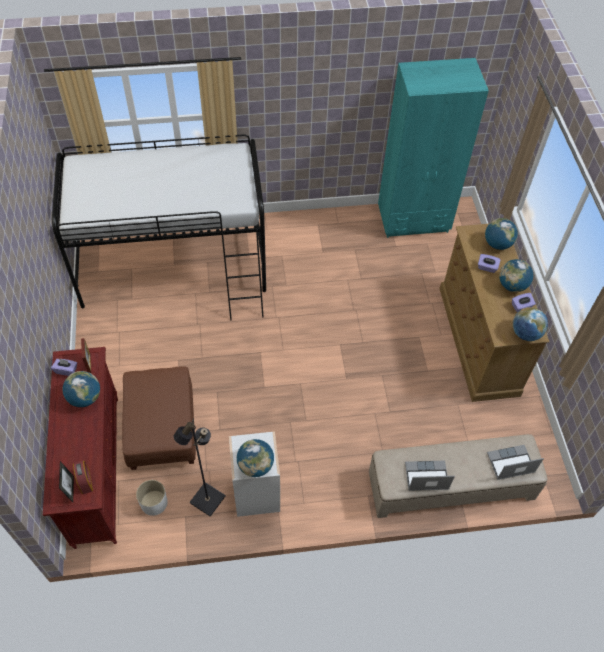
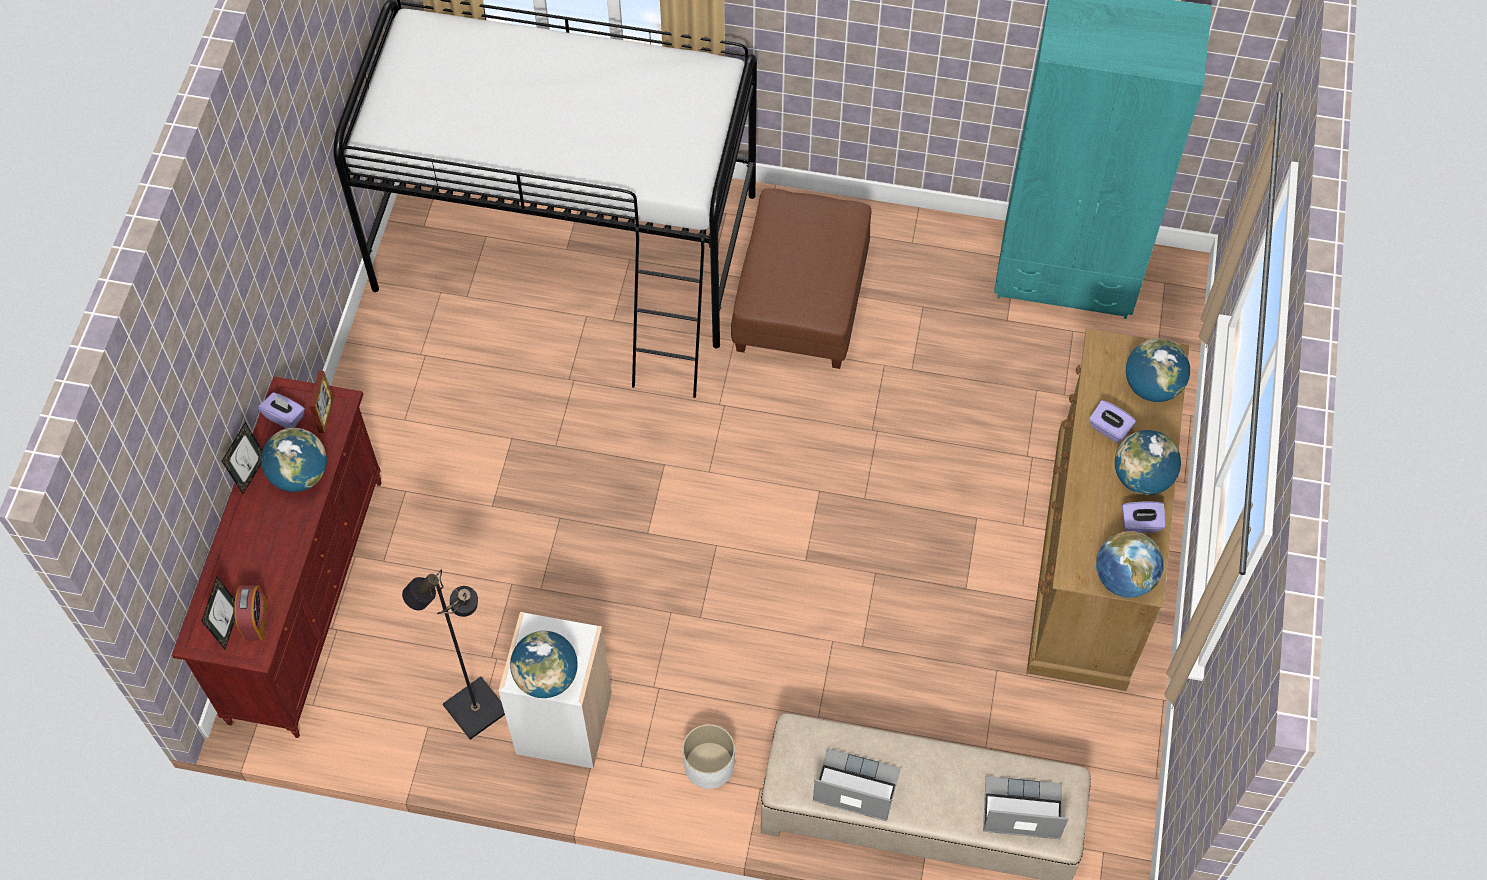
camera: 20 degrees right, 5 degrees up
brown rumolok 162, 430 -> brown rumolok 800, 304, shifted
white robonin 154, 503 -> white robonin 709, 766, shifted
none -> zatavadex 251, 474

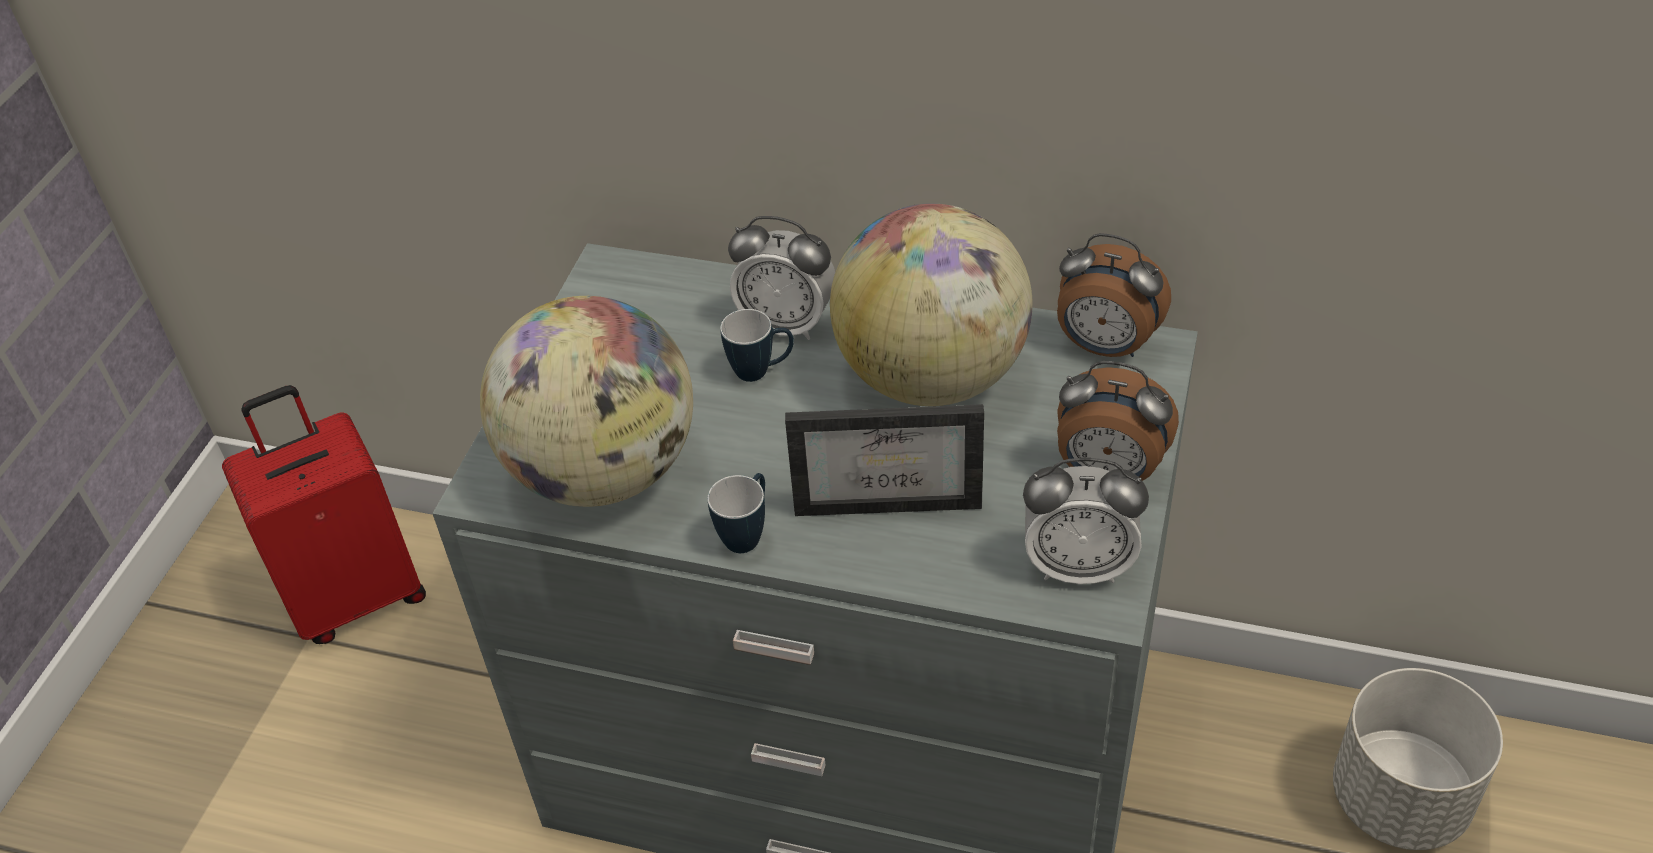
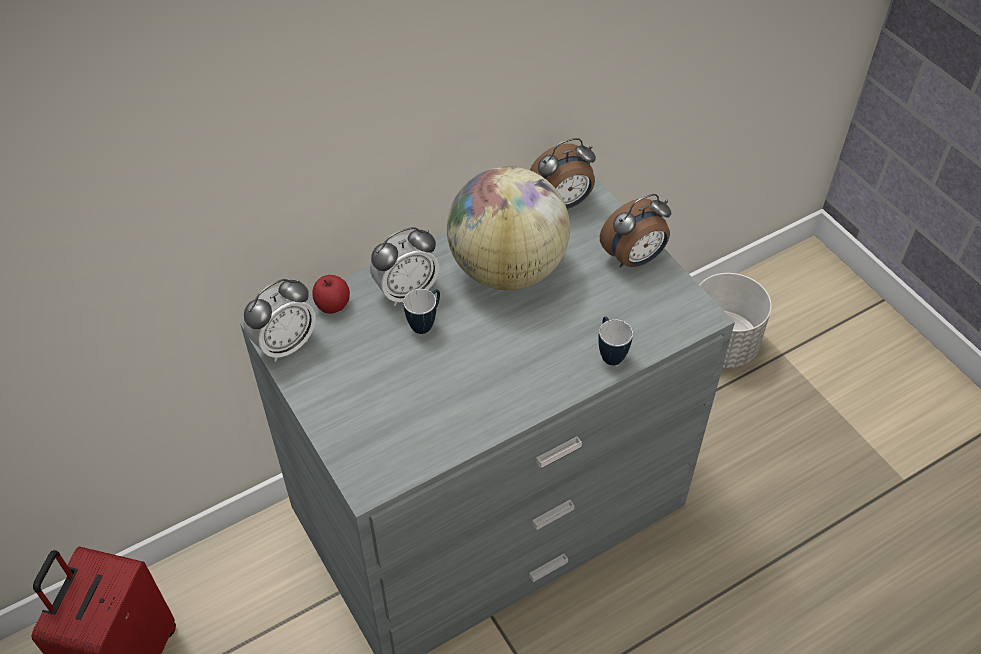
camera: 50 degrees left, 5 degrees up
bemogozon 604, 472 -> none
zatavadex 891, 494 -> none
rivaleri 1078, 566 -> rivaleri 285, 344, shifted
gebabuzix 747, 534 -> gebabuzix 609, 353, shifted
none -> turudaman 332, 305

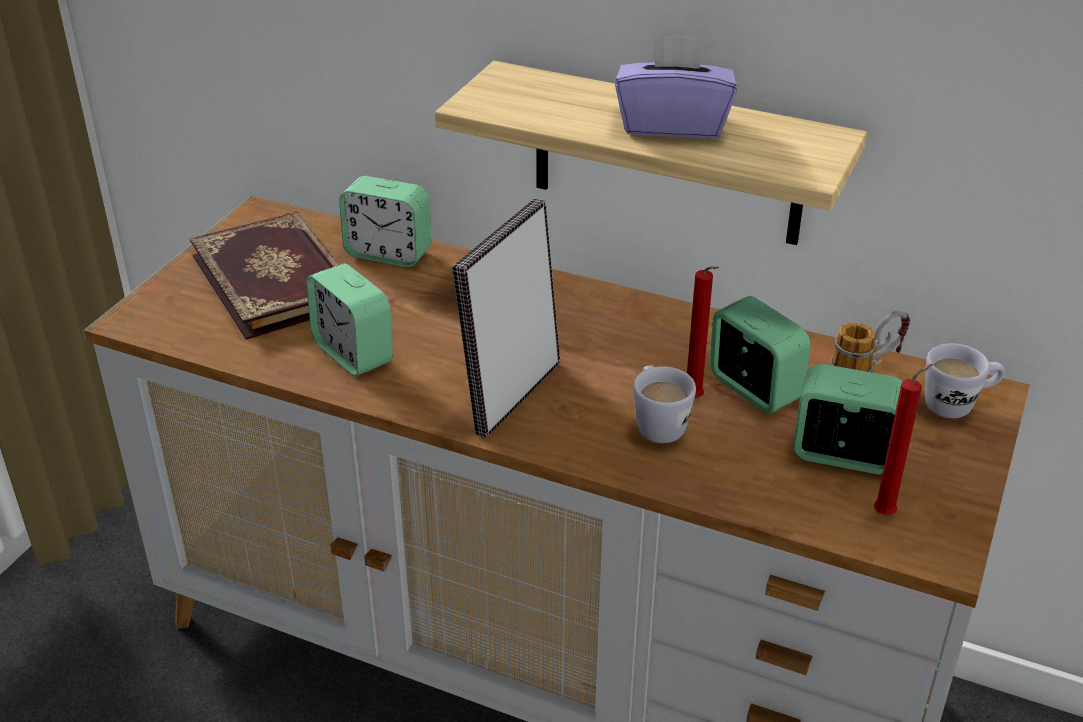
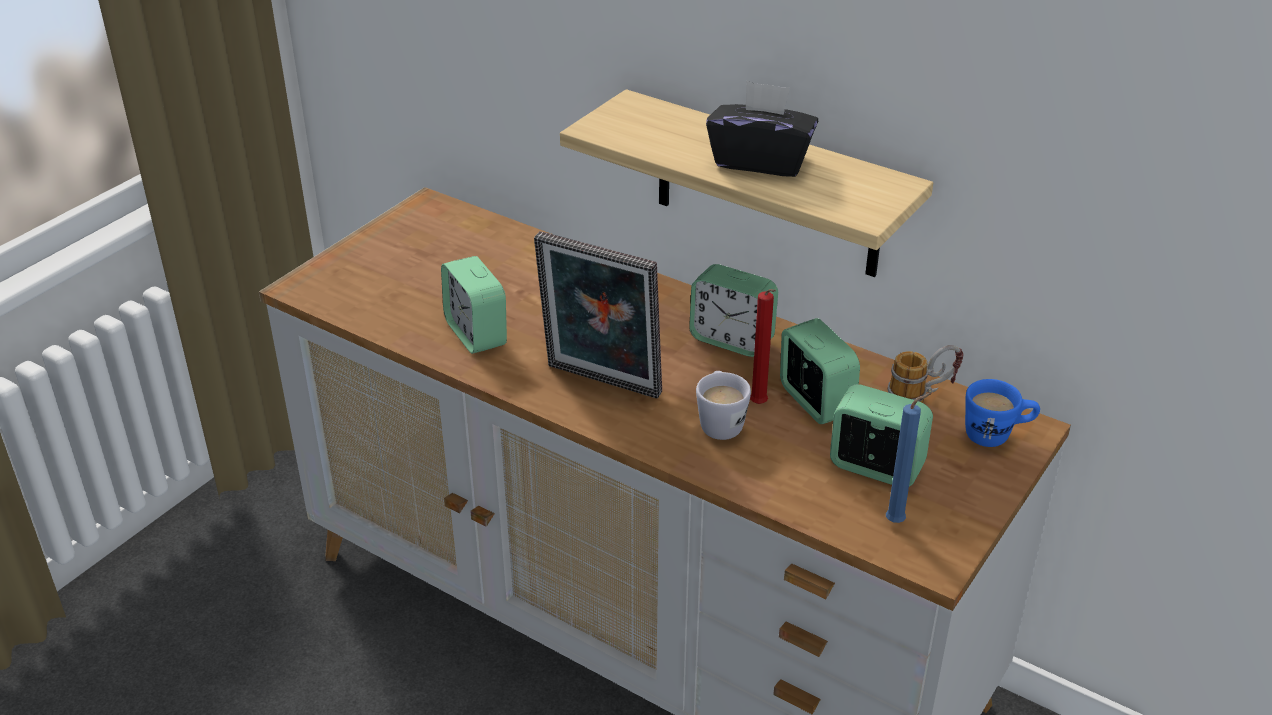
camera: 10 degrees right, 0 degrees up
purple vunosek 673, 124 -> black vunosek 761, 161
rivaleri 388, 253 -> rivaleri 732, 339, shifted
zatavadex 511, 394 -> zatavadex 600, 383, 105 degrees counterclockwise
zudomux 278, 279 -> none
white gebabuzix 958, 405 -> blue gebabuzix 996, 435
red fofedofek 887, 513 -> blue fofedofek 898, 521

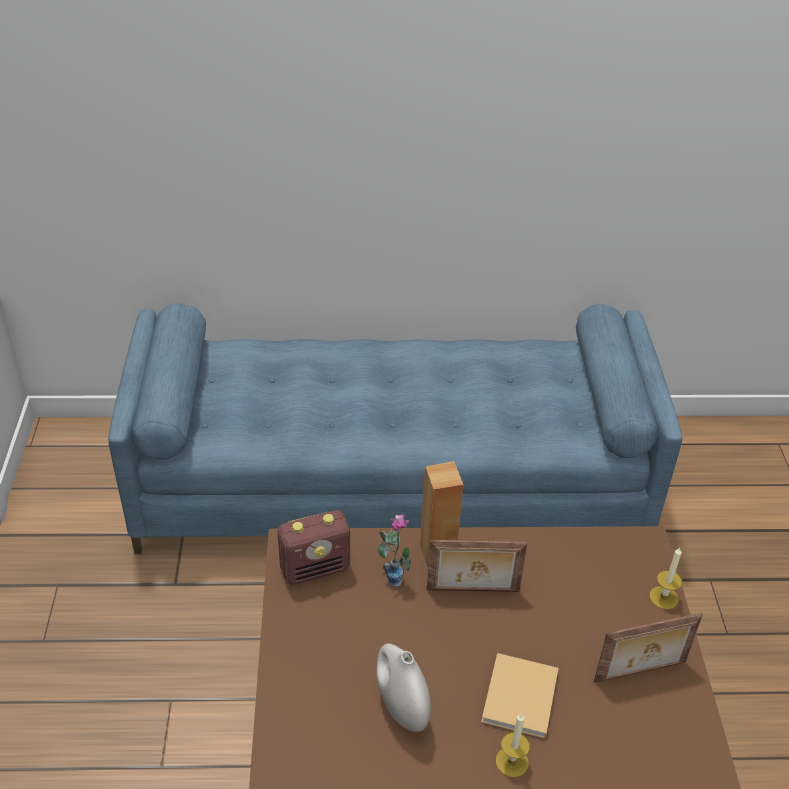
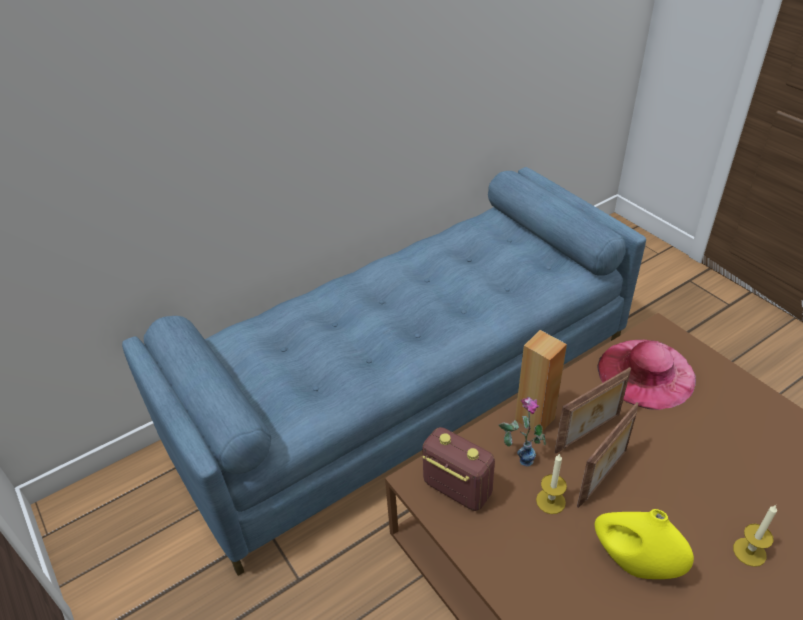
camera: 30 degrees left, 0 degrees up
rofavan 316, 568 -> rofavan 456, 488, 90 degrees counterclockwise
fofedofek 663, 597 -> fofedofek 550, 501, shifted
zatavadex 640, 673 -> zatavadex 603, 478, shifted
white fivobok 401, 708 -> yellow fivobok 634, 564
beige zudomux 519, 699 -> none
none -> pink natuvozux 646, 373

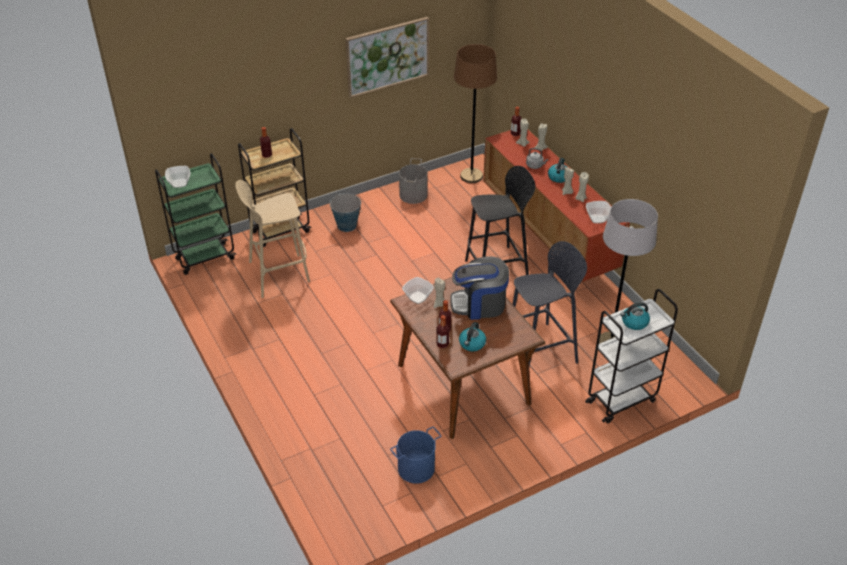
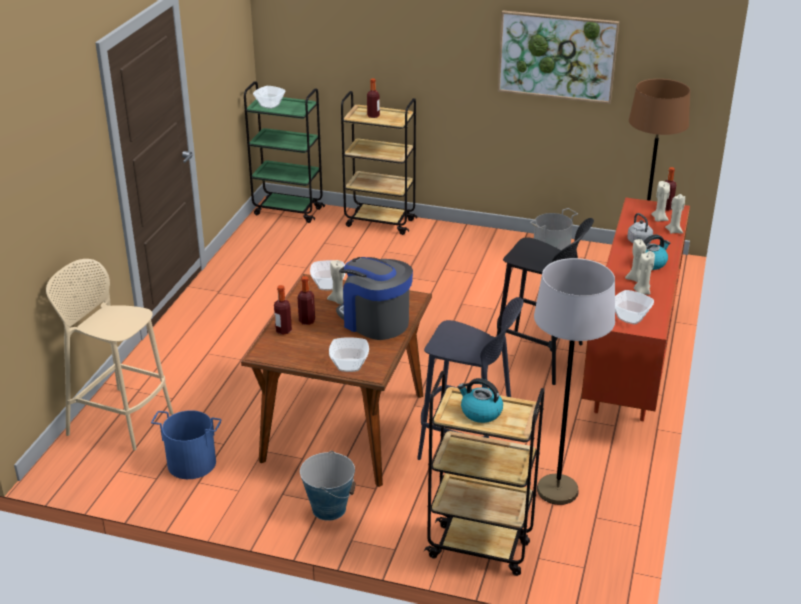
camera: 45 degrees right, 10 degrees down
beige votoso 278, 274 -> beige votoso 121, 420, shifted
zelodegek 346, 225 -> zelodegek 329, 508, shifted
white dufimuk 621, 403 -> brown dufimuk 477, 550
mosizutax 472, 344 -> none
none -> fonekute 350, 365

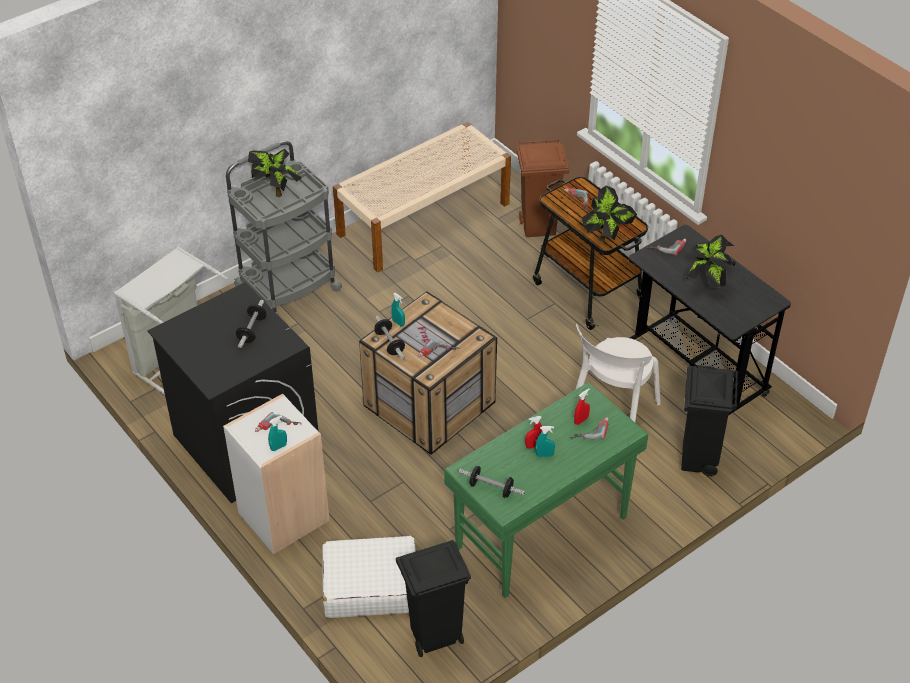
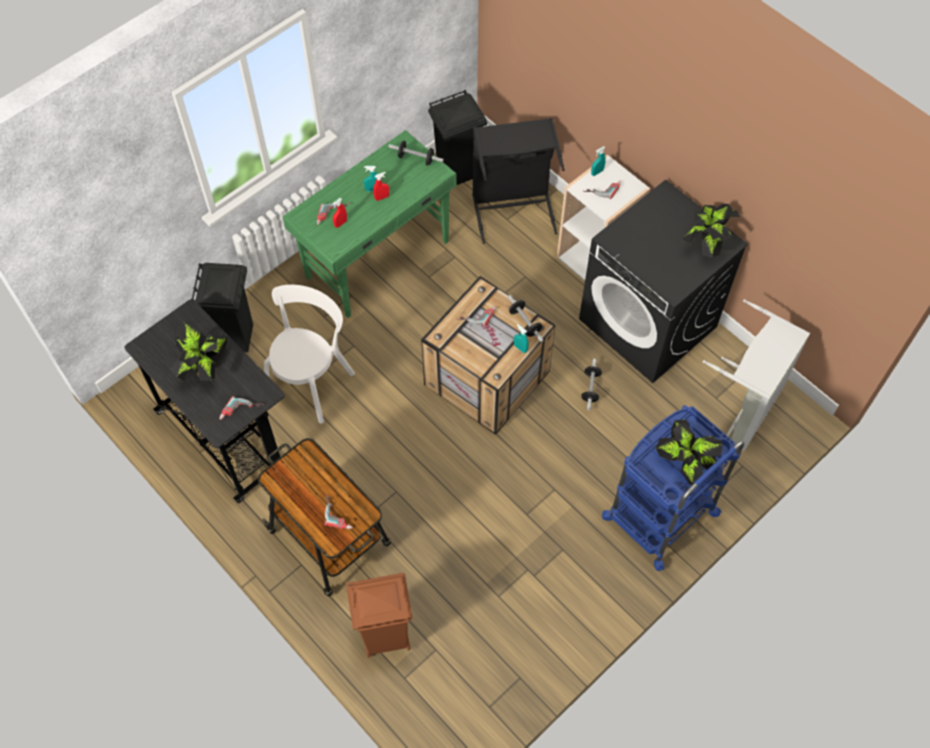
camera: 175 degrees right, 15 degrees up
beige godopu 423, 218 -> none
grey dufimuk 289, 288 -> blue dufimuk 659, 515
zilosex 606, 236 -> zilosex 706, 244, shifted
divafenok 252, 330 -> divafenok 590, 388, shifted
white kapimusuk 370, 586 -> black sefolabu 512, 206

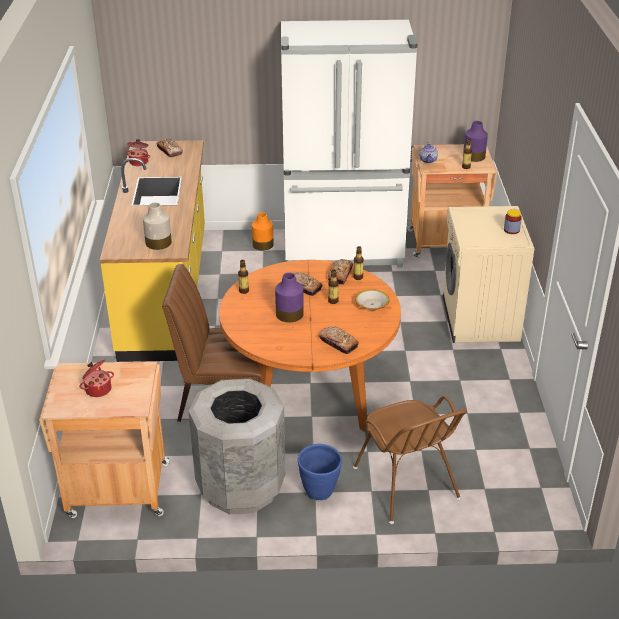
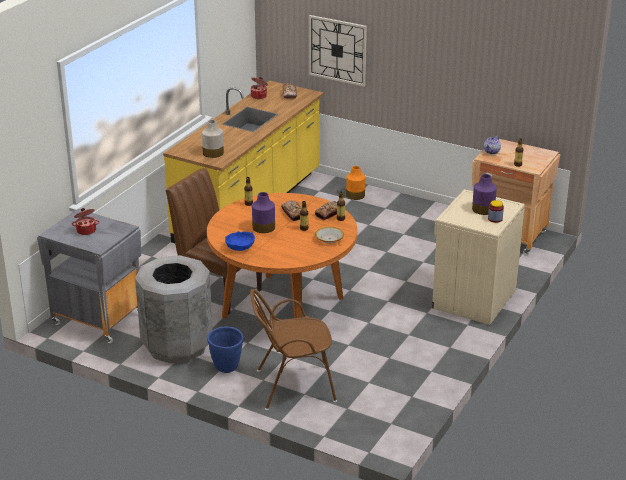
camera: 30 degrees right, 5 degrees down
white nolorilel 344, 250 -> none
purple fivobok 474, 156 -> purple fivobok 483, 209, shifted
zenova 338, 343 -> none
brown dufimuk 116, 490 -> grey dufimuk 97, 319
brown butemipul 407, 486 -> brown butemipul 292, 386, 75 degrees clockwise
none -> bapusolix 337, 50
none -> blue fonekute 240, 247

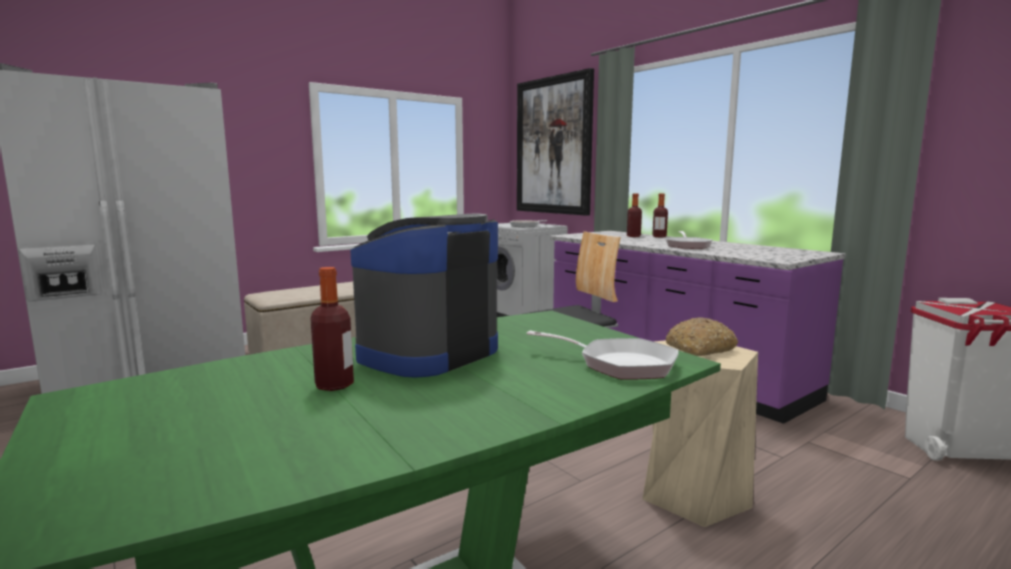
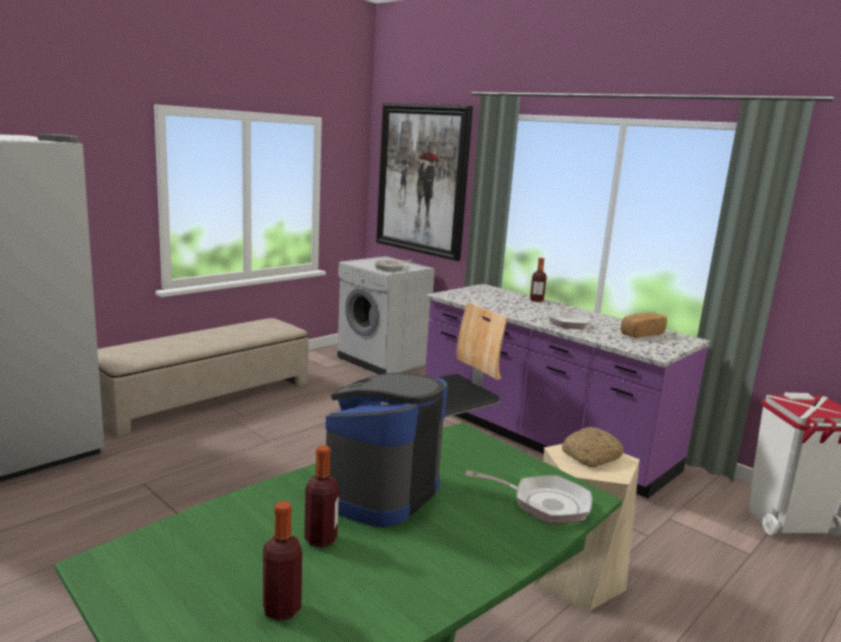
camera: 10 degrees left, 5 degrees up
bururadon 633, 236 -> bururadon 282, 609, shifted
none -> zenova 641, 334

